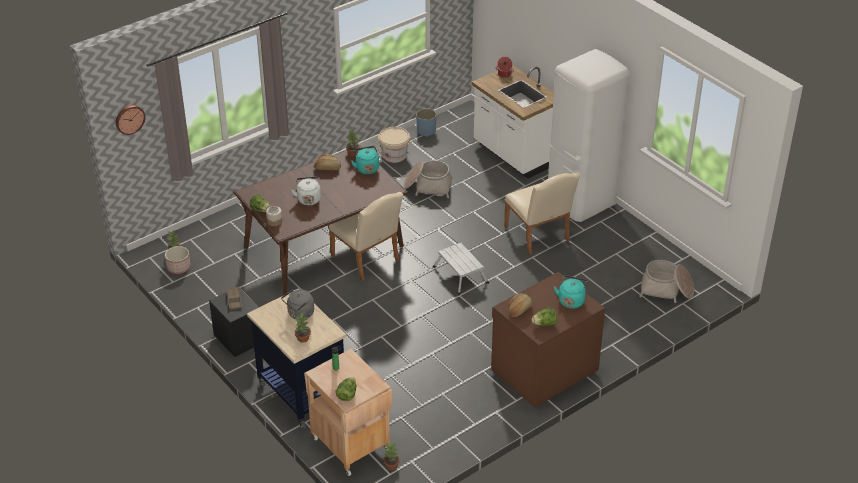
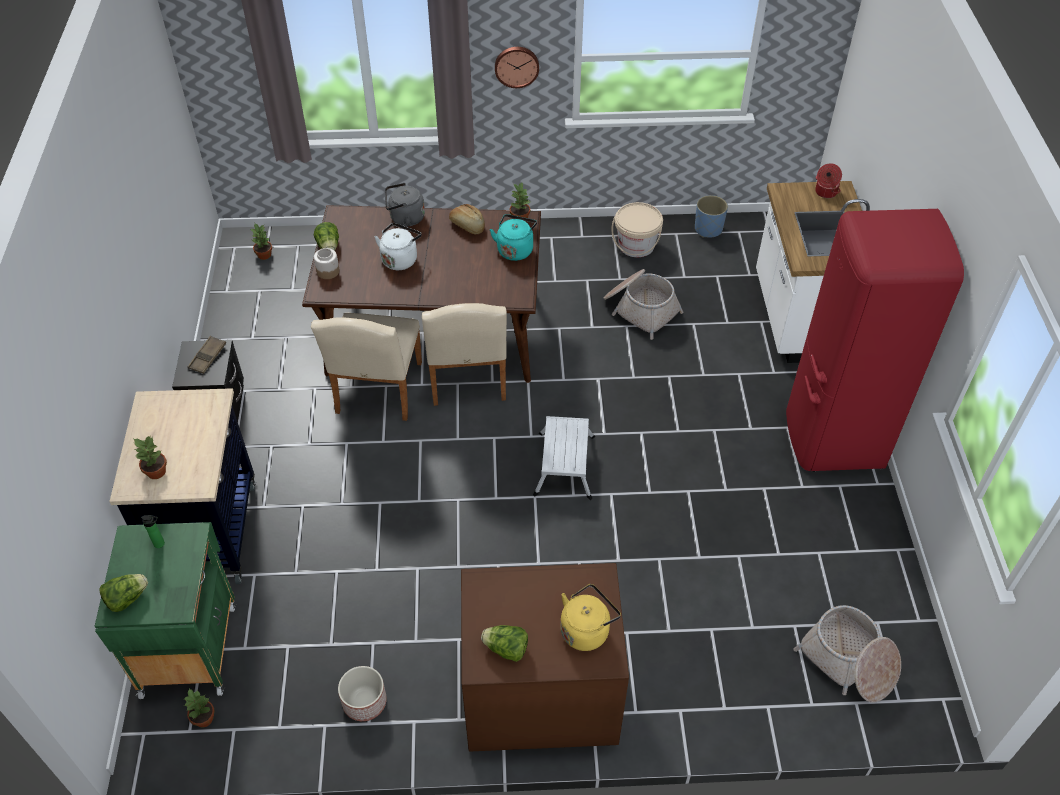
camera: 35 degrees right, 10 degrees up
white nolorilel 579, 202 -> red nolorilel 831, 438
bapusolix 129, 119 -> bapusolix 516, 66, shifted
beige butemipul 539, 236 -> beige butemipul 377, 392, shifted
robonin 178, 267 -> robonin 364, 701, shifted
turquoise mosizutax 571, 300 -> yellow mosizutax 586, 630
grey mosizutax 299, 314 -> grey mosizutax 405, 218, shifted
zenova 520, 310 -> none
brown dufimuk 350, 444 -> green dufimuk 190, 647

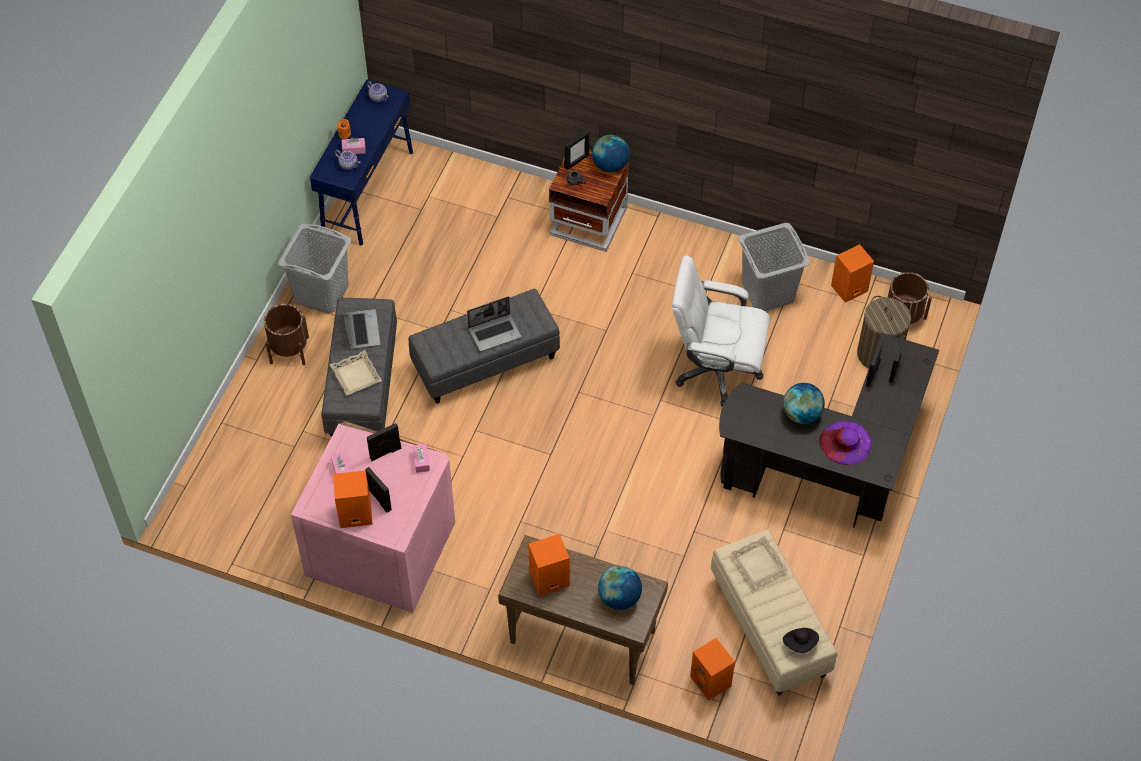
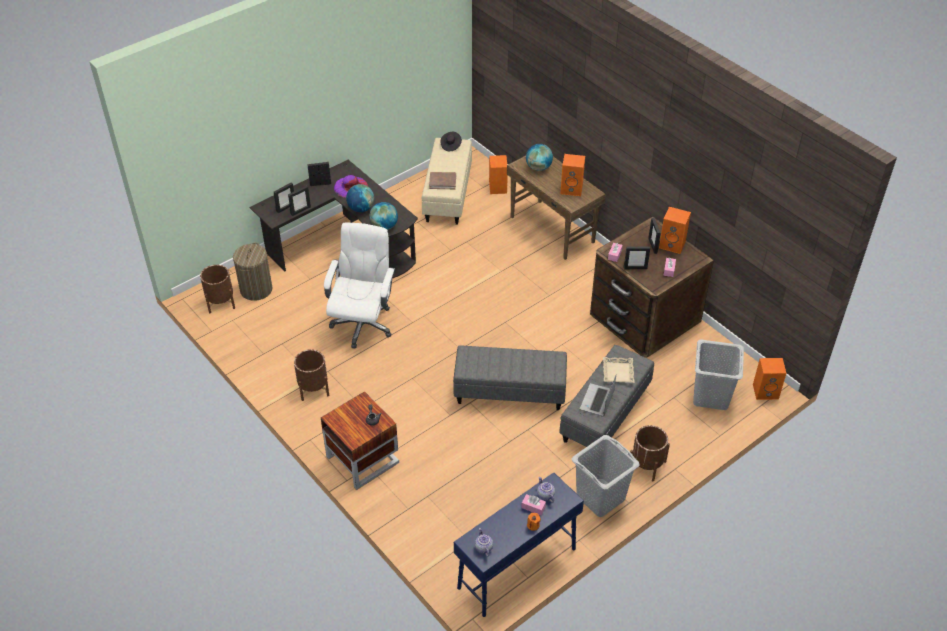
camera: 150 degrees left, 10 degrees down
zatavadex 576, 161 -> zatavadex 320, 184, shifted
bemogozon 610, 165 -> bemogozon 384, 226, shifted
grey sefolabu 767, 292 -> grey sefolabu 711, 396, shifted
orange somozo 849, 289 -> orange somozo 766, 391, shifted
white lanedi 716, 370 -> white lanedi 362, 323, 120 degrees counterclockwise
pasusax 495, 332 -> none
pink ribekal 381, 545 -> brown ribekal 643, 318
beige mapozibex 758, 564 -> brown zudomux 442, 182
none -> brown robonin 313, 388

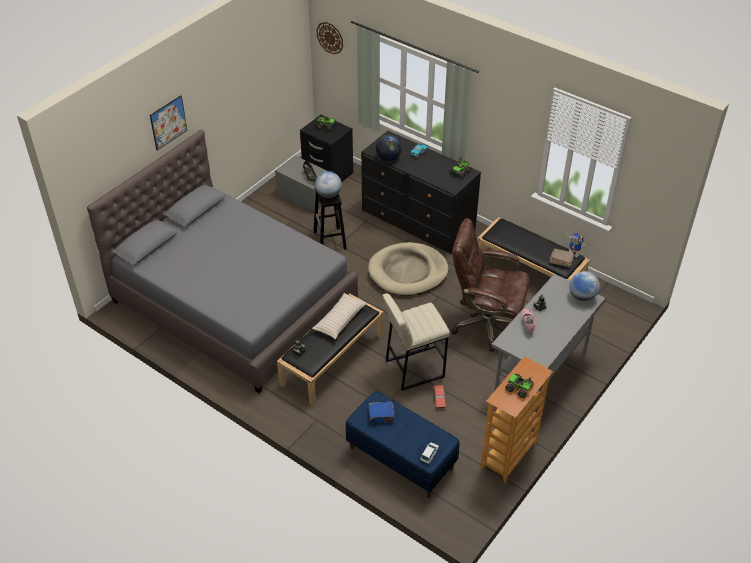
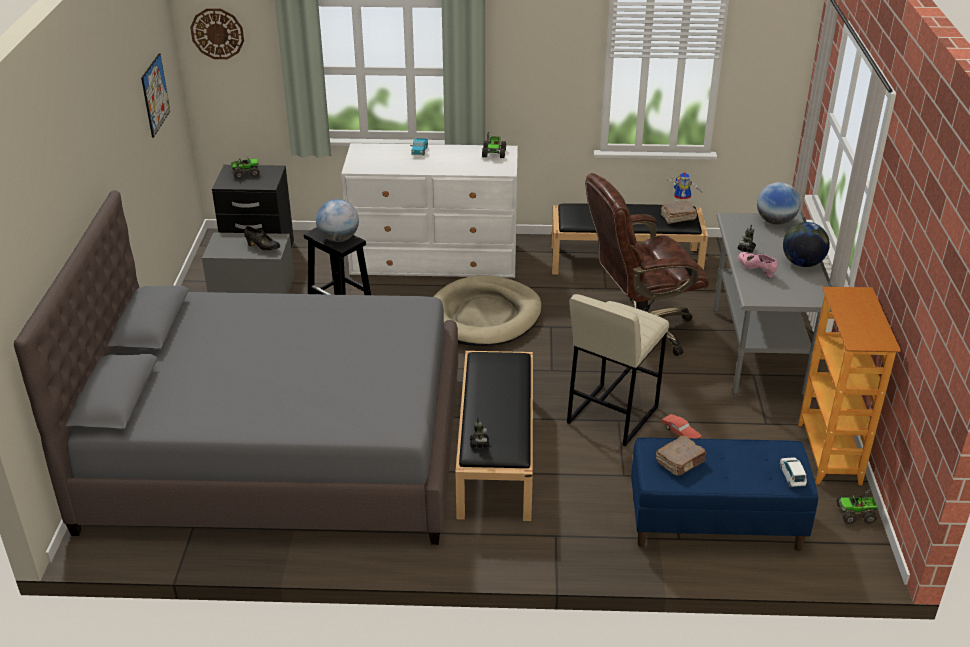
camera: 35 degrees left, 10 degrees down
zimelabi 168, 122 -> zimelabi 155, 95, shifted
black ribekal 418, 220 -> white ribekal 435, 259
bemogozon 388, 158 -> bemogozon 802, 263, shifted
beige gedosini 340, 320 -> none
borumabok 519, 388 -> borumabok 855, 514, shifted
blue zudomux 381, 415 -> brown zudomux 680, 462

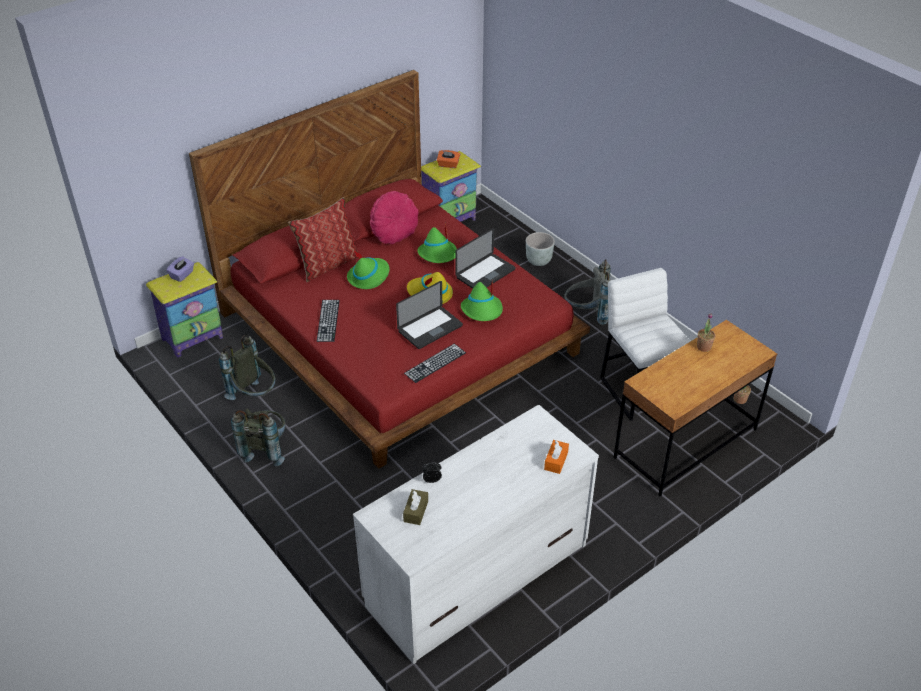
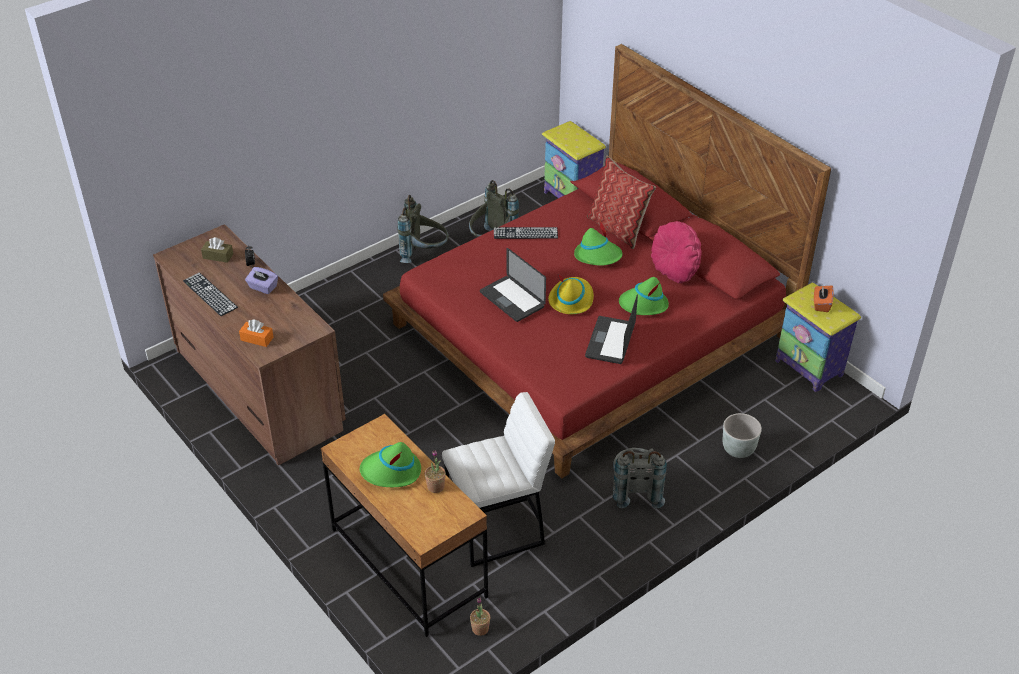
camera: 90 degrees right, 0 degrees up
pasusax 485, 273 -> pasusax 610, 341, 60 degrees clockwise
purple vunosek 182, 275 -> purple vunosek 263, 287, shifted
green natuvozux 482, 310 -> green natuvozux 391, 472, shifted
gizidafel 435, 363 -> gizidafel 210, 294, shifted
white ribekal 477, 575 -> brown ribekal 258, 389

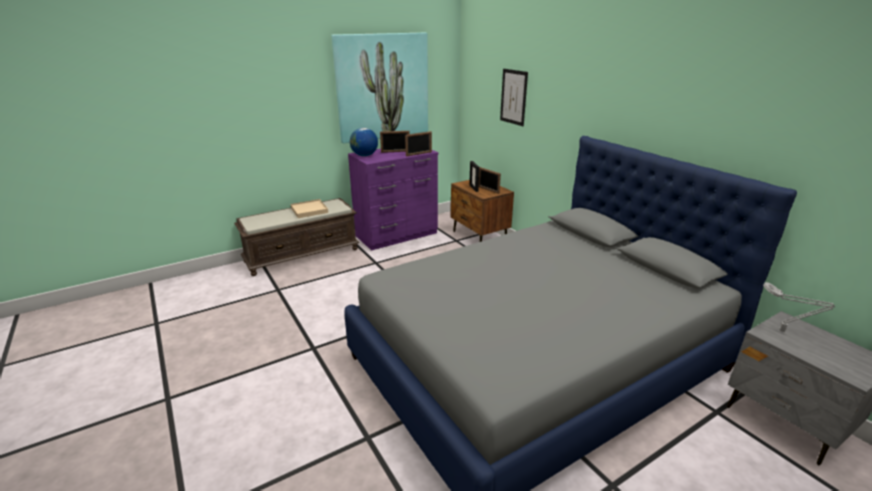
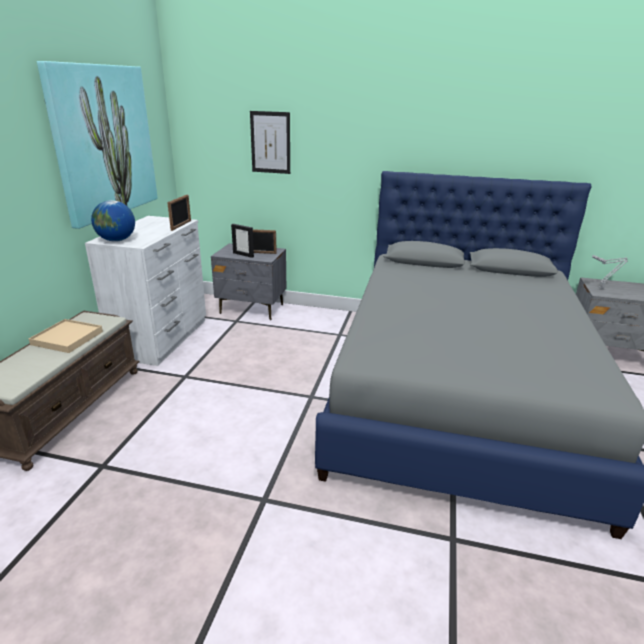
camera: 45 degrees left, 0 degrees up
zatavadex 395, 151 -> none
purple ribekal 397, 235 -> white ribekal 162, 338
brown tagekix 479, 236 -> grey tagekix 252, 309

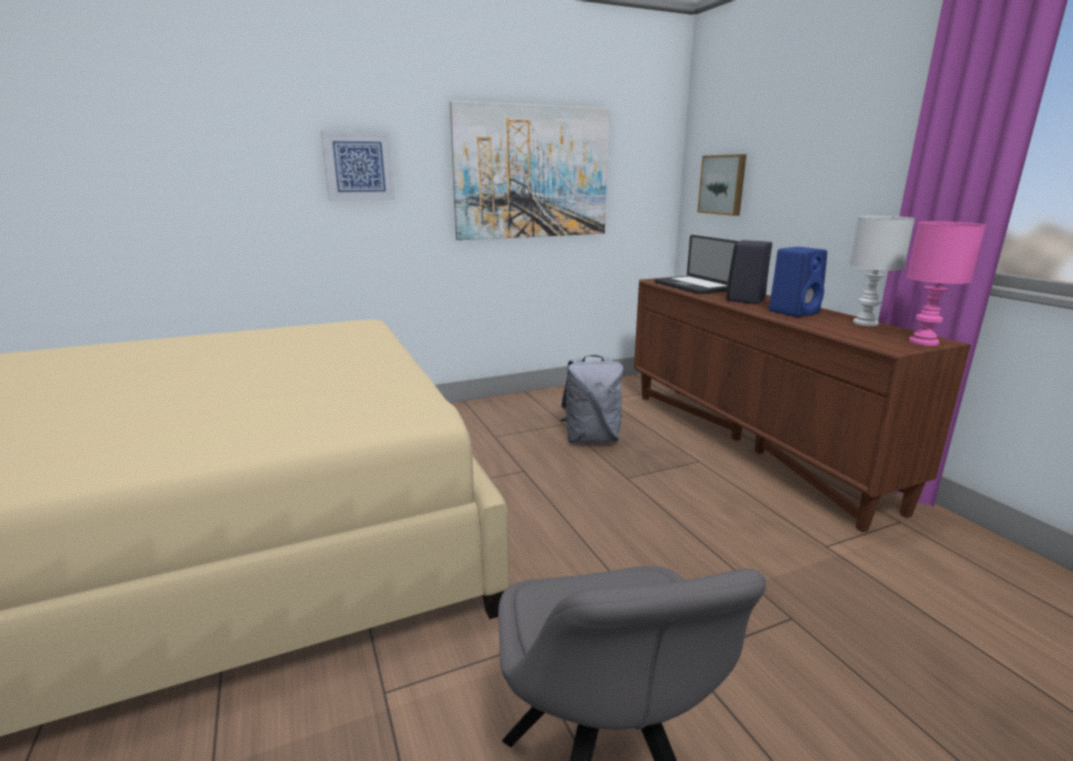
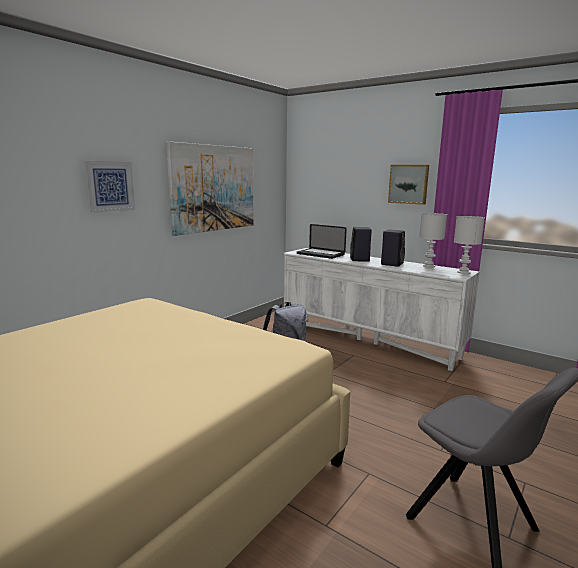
camera: 30 degrees left, 5 degrees down
zimelabi 723, 184 -> zimelabi 408, 184, shifted
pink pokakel 924, 342 -> white pokakel 464, 272
blue somozo 794, 312 -> black somozo 392, 264
brown ribekal 746, 445 -> white ribekal 366, 341

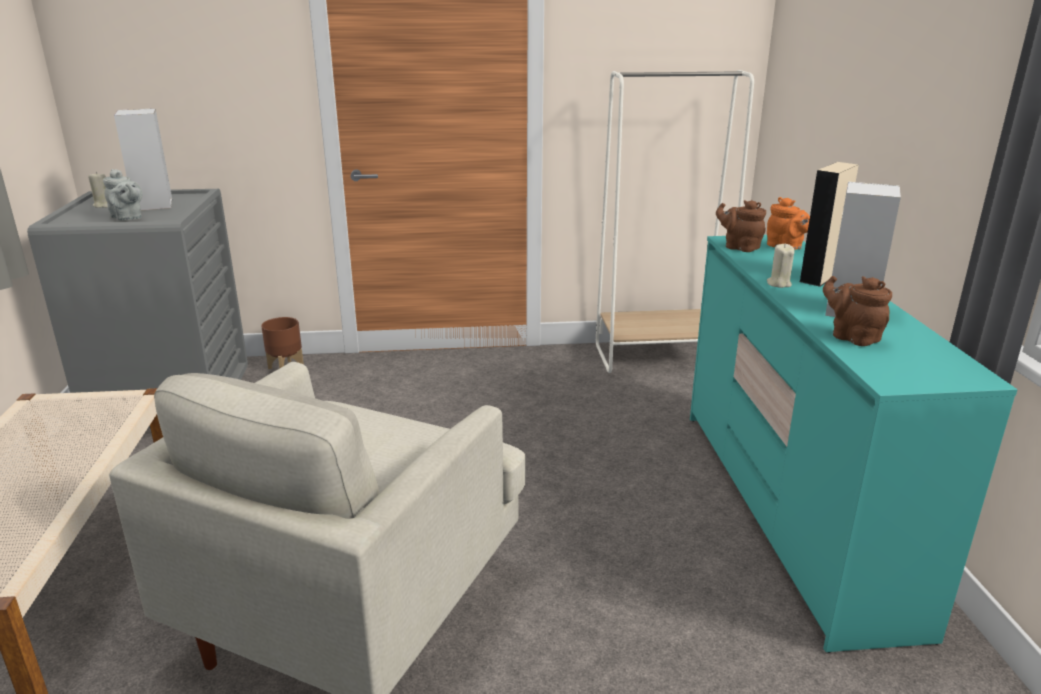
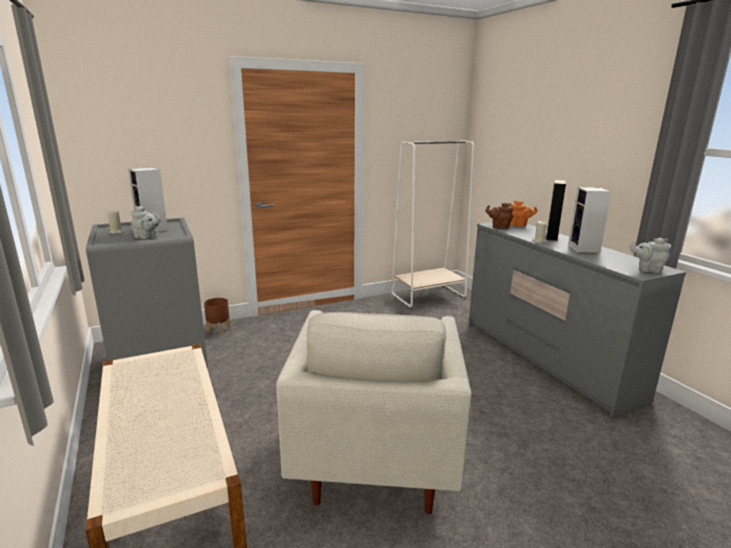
camera: 20 degrees left, 5 degrees down
turquoise ribekal 789, 510 -> grey ribekal 546, 358
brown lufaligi 852, 337 -> none
none -> grey lufaligi 647, 270

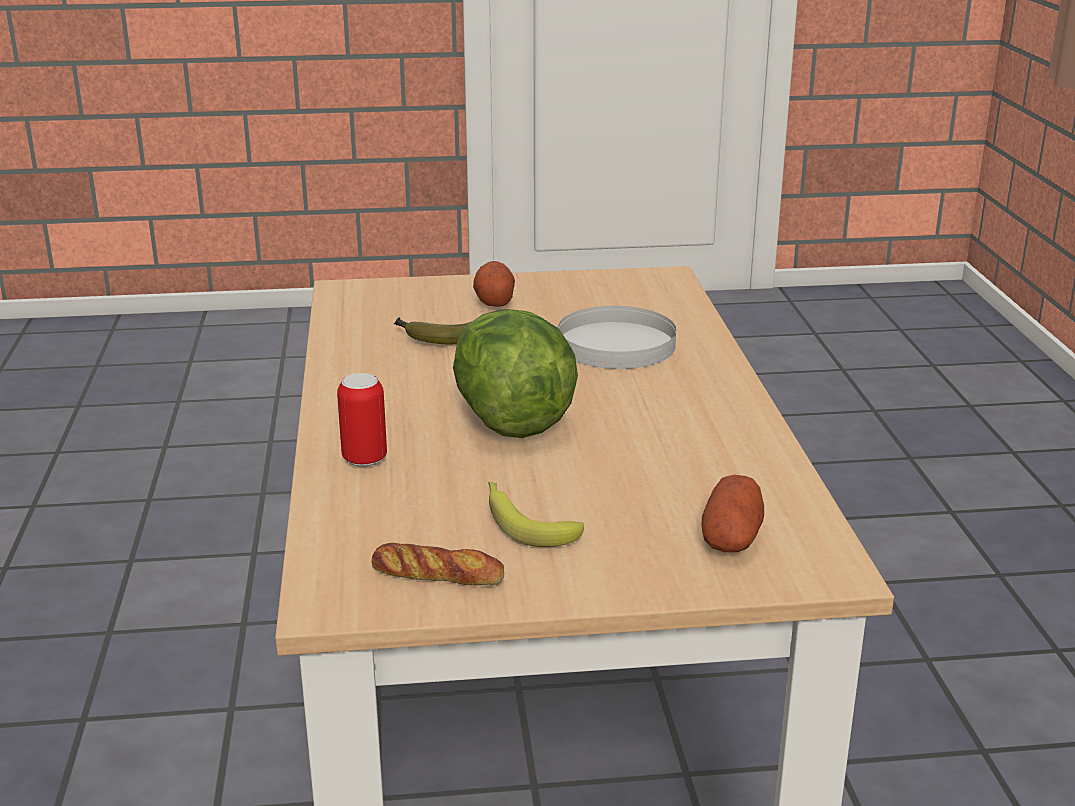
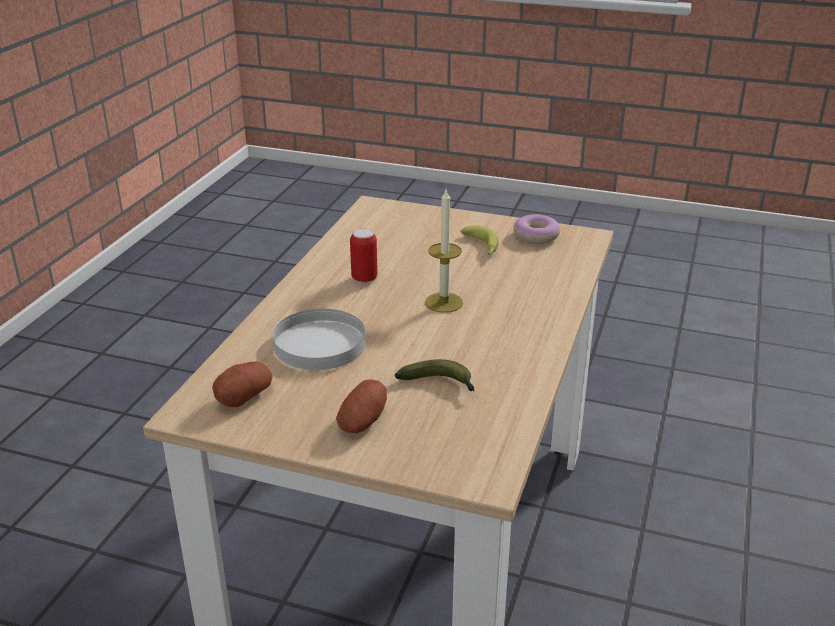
camera: 155 degrees left, 5 degrees up
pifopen 510, 418 -> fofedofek 444, 302
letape 364, 459 -> letape 364, 278, shifted
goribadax 731, 538 -> goribadax 244, 396, shifted
zenova 438, 574 -> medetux 536, 236

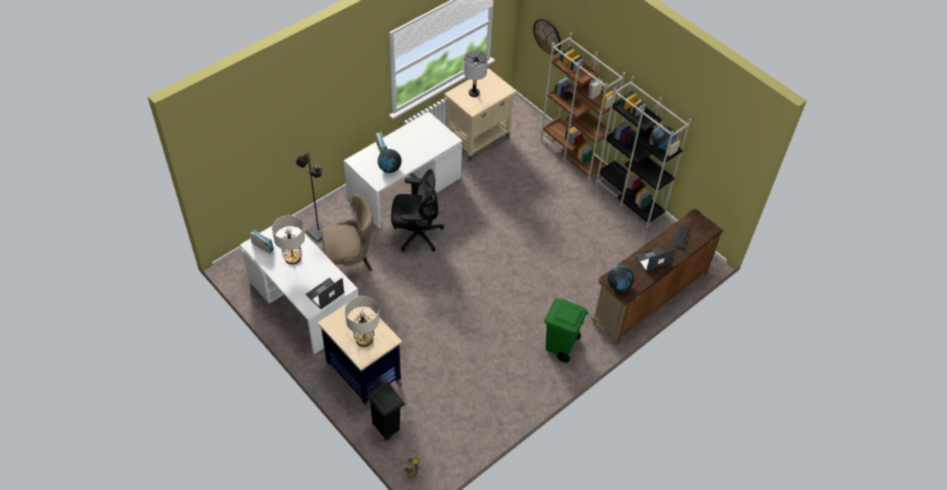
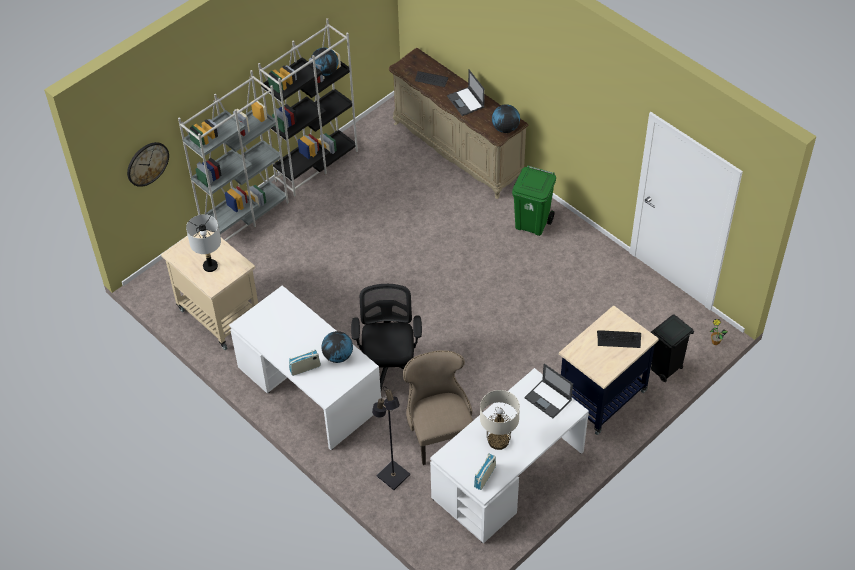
camera: 90 degrees left, 0 degrees up
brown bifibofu 572, 156 -> grey bifibofu 246, 218
pokakel 364, 339 -> gizidafel 619, 339

